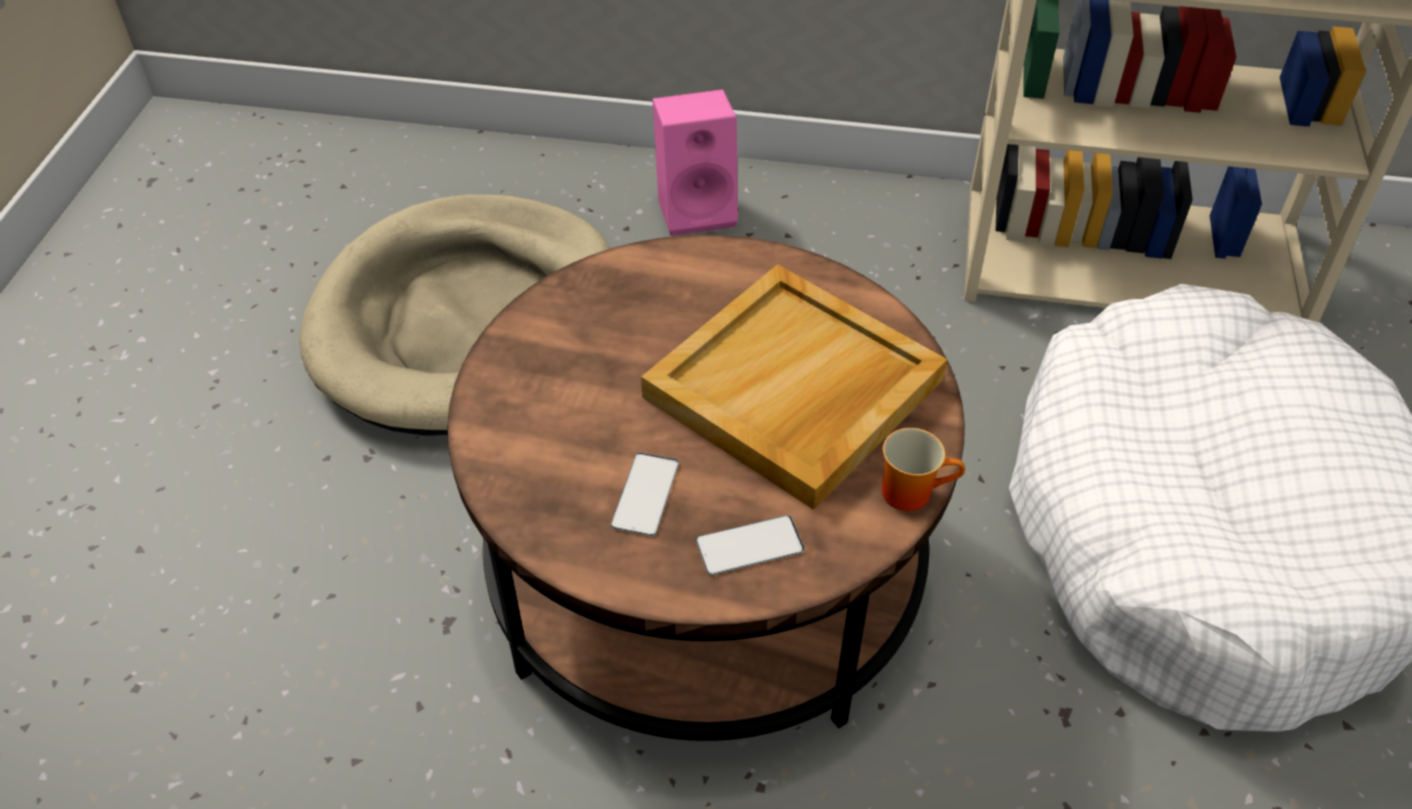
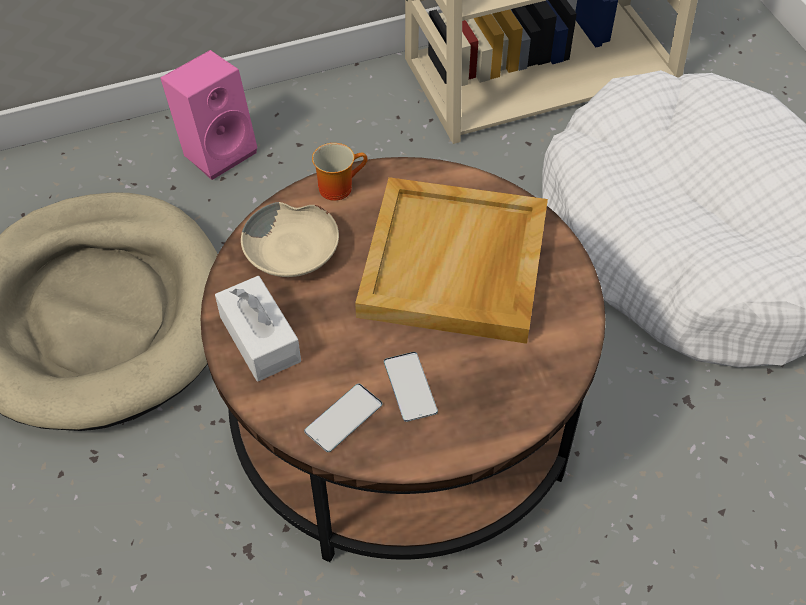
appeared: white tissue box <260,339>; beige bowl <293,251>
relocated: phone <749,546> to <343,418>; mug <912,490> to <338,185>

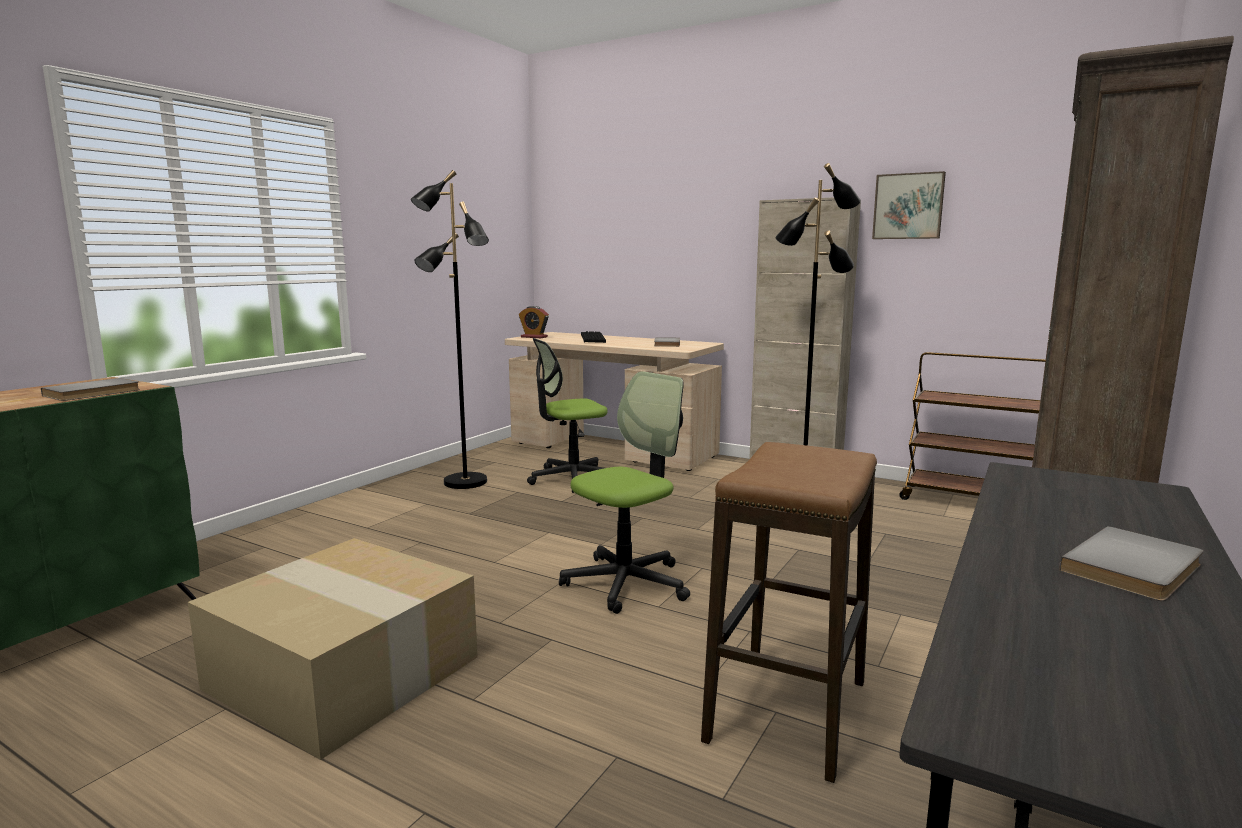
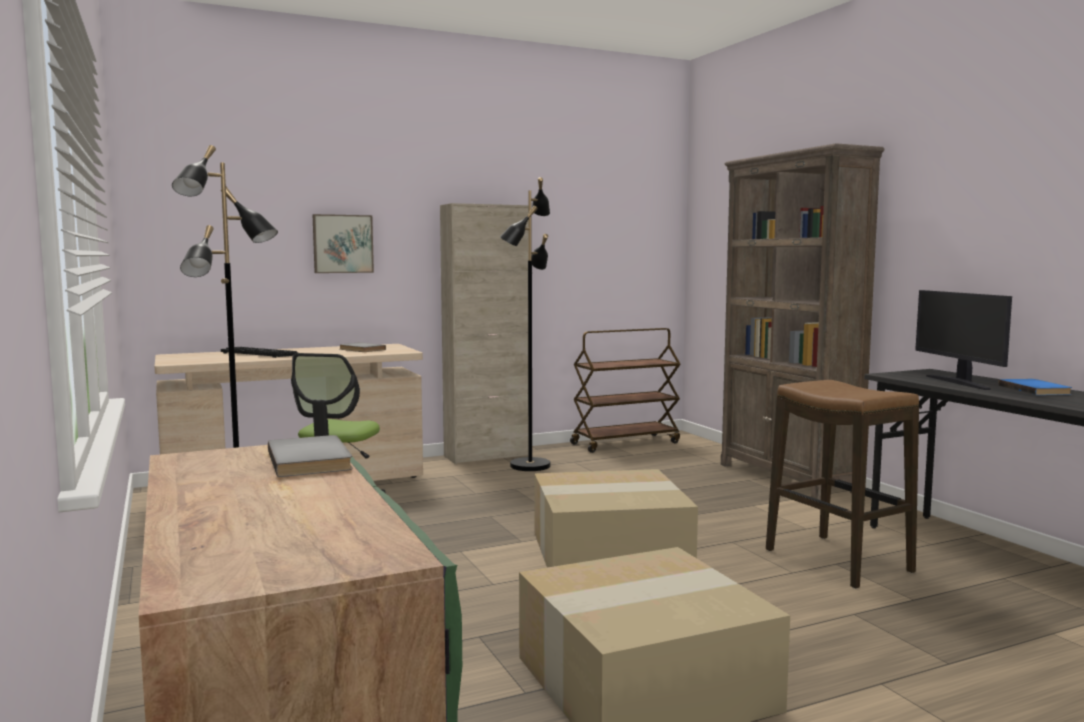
missing: alarm clock <534,337>
appeared: monitor <959,382>
relocated: picture <908,206> to <342,244>
exchanged: office chair <626,583> to cardboard box <611,552>
colour: grey book <1137,569> to blue book <1036,390>

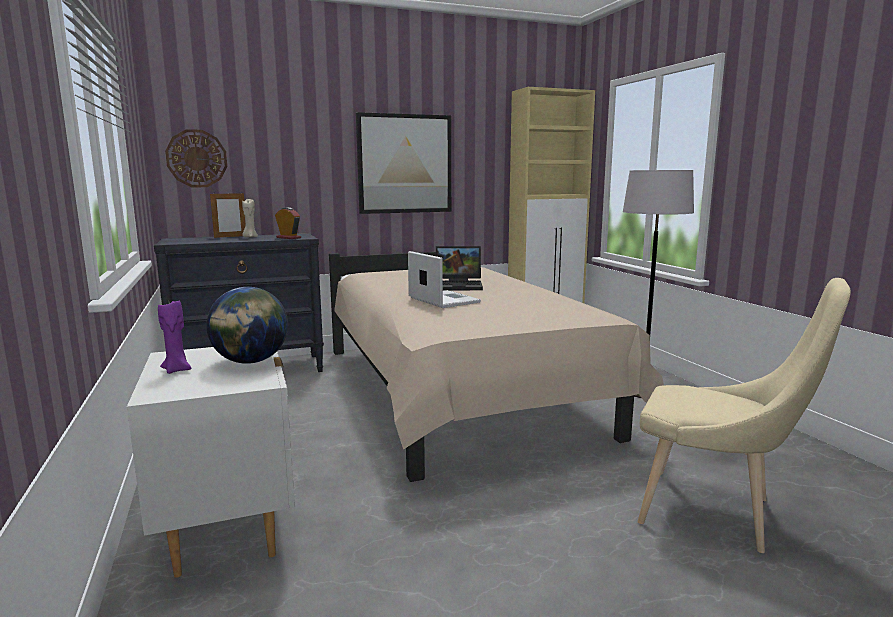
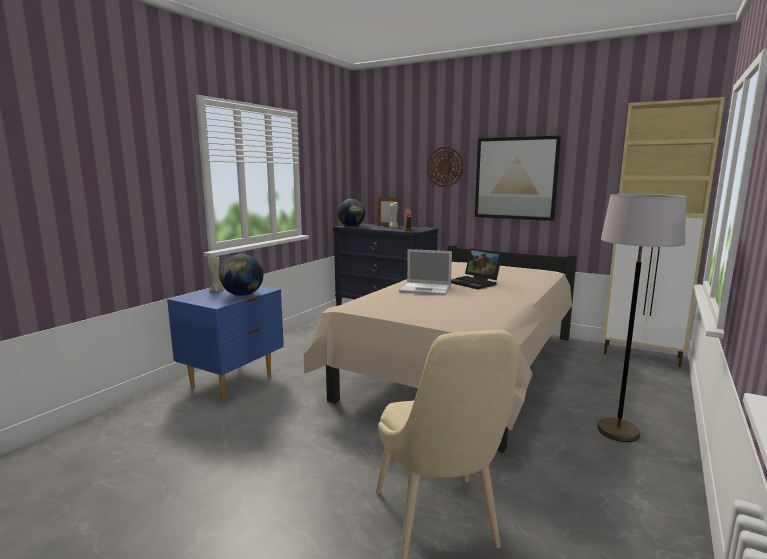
appeared: globe <351,226>
relocated: wall clock <197,158> to <445,167>
colour: white nightstand <228,530> to blue nightstand <233,382>; purple candle <177,370> to beige candle <216,291>
spun: laptop <442,300> = <426,289> 90 degrees clockwise

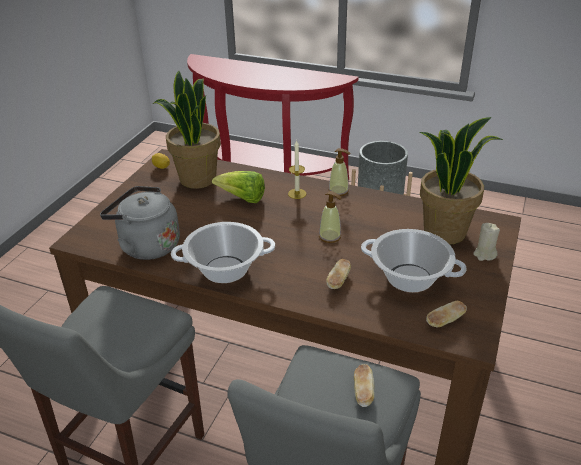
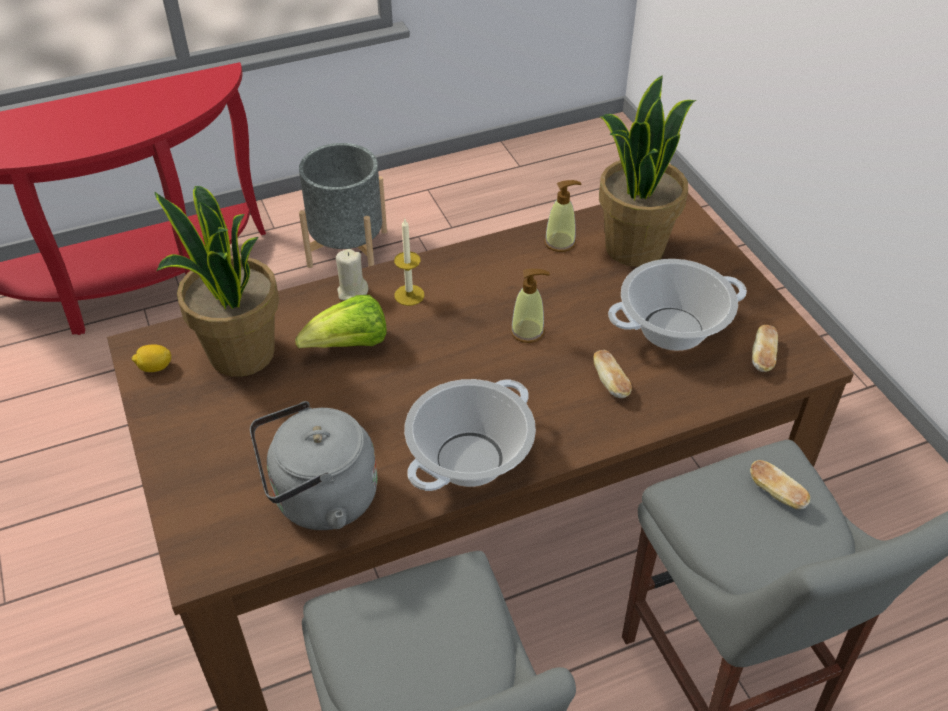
relocated: soap dispenser <338,191> to <560,242>; beige candle <484,254> to <352,292>

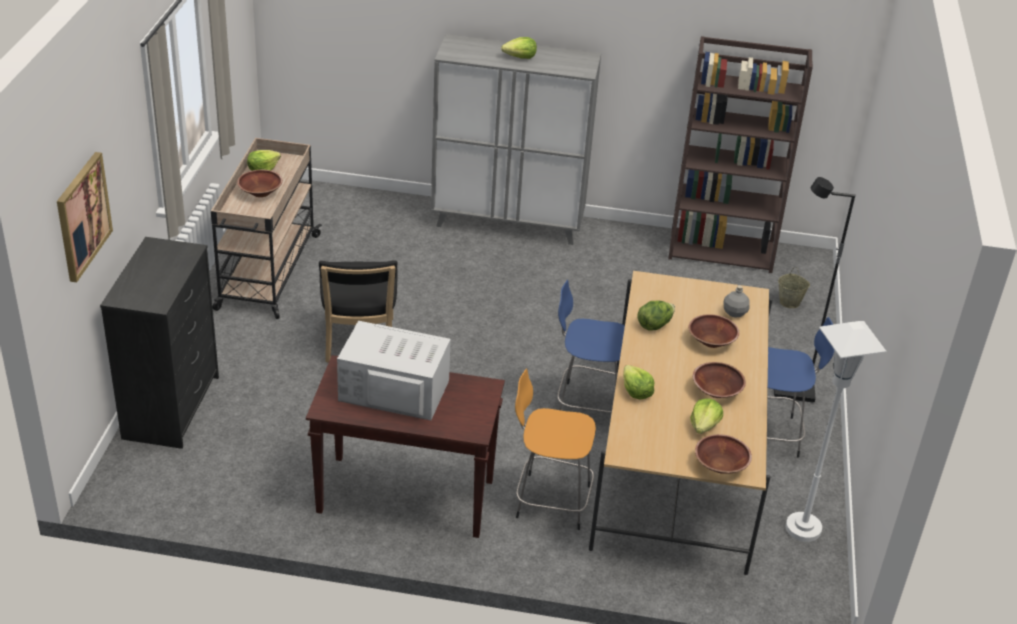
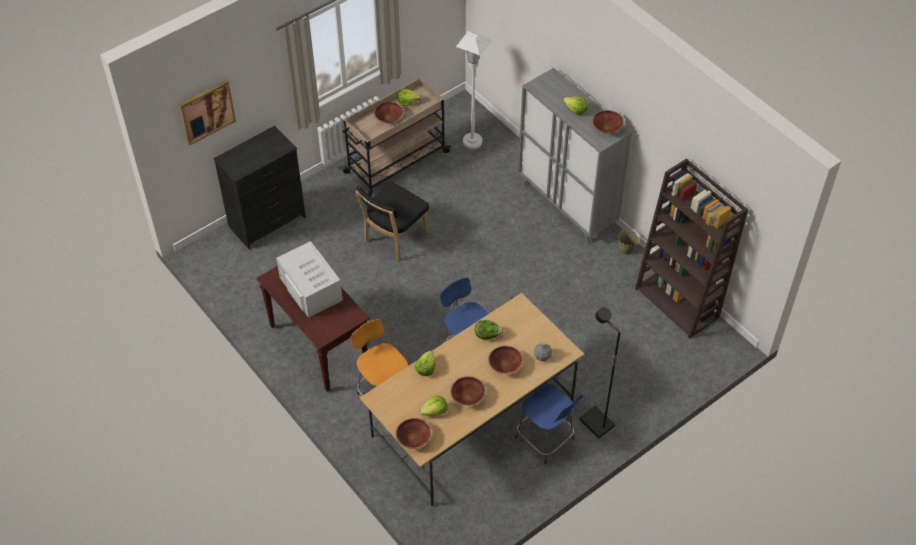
appeared: brown bowl <607,128>
relocated: beige bucket <790,302> to <626,249>; white floor lamp <803,528> to <472,141>

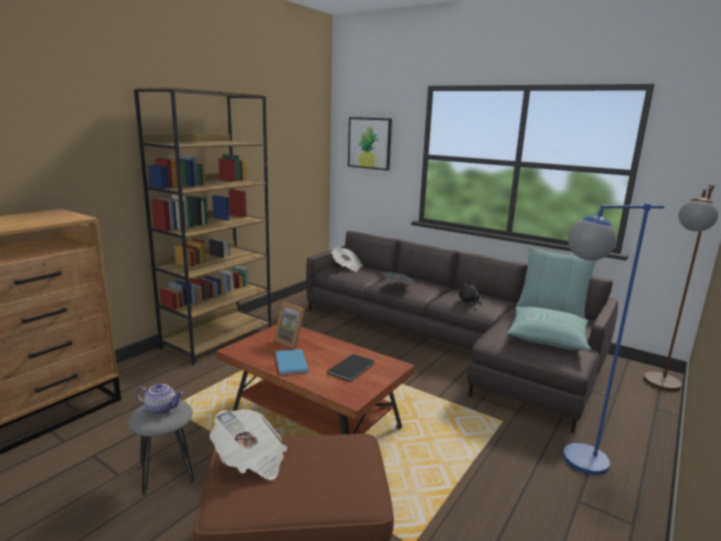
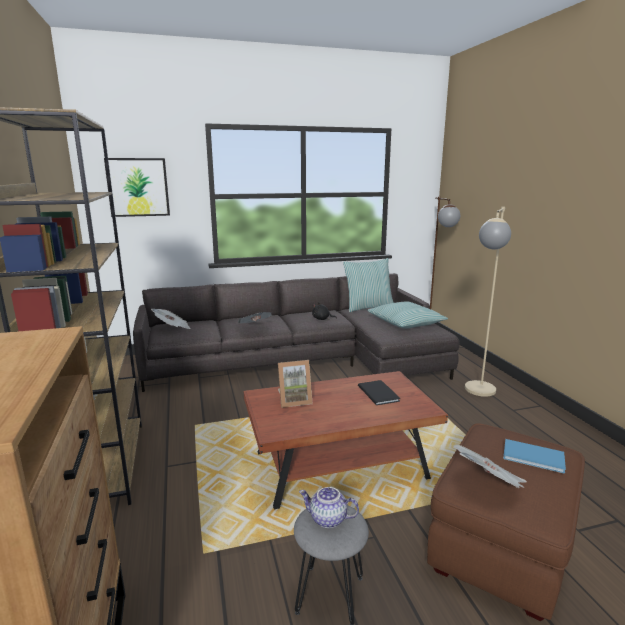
relocated: blue book <290,363> to <535,458>
colour: blue floor lamp <571,462> to beige floor lamp <478,394>
spun: teapot <162,408> = <327,519> 120 degrees counterclockwise

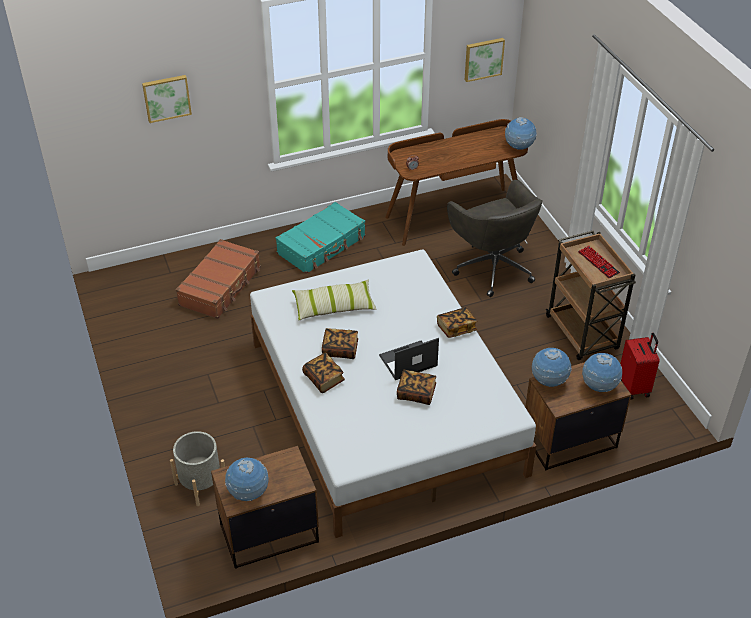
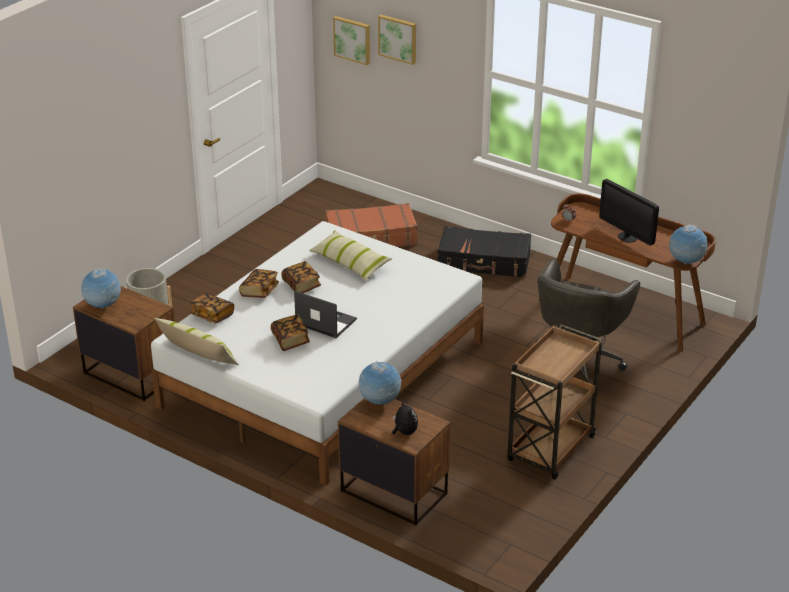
missing: keyboard <598,263>; red suitcase <634,387>
appeared: pillow <198,355>; monitor <627,237>
relocated: book <456,328> to <212,315>; picture <483,58> to <353,39>
exchanged: globe <599,387> to plush toy <404,432>
colour: turquoise suitcase <322,245> to black suitcase <484,262>

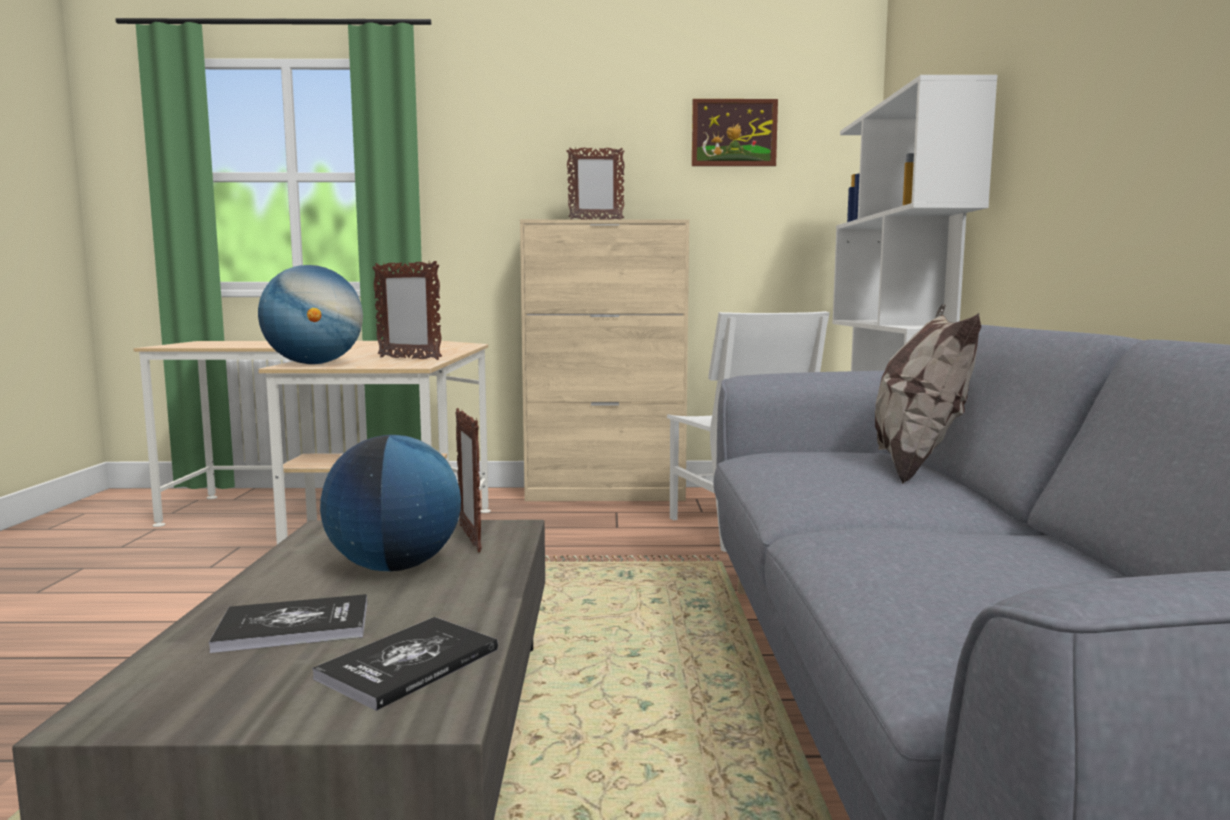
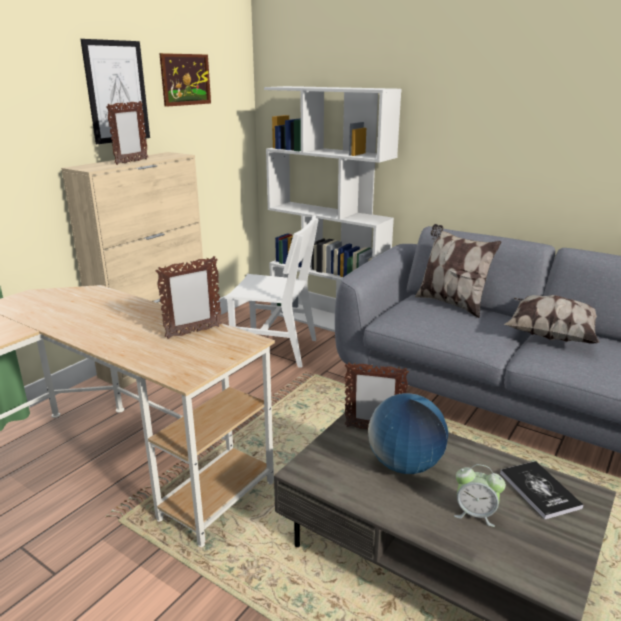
missing: globe <314,364>
appeared: picture <117,92>; pillow <549,335>
exchanged: book <294,626> to alarm clock <475,514>

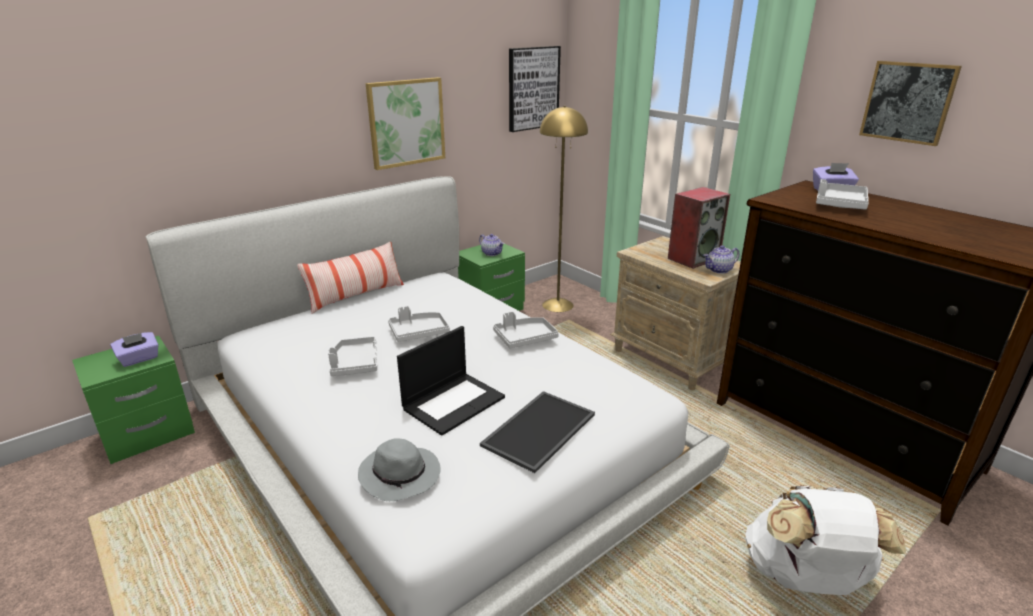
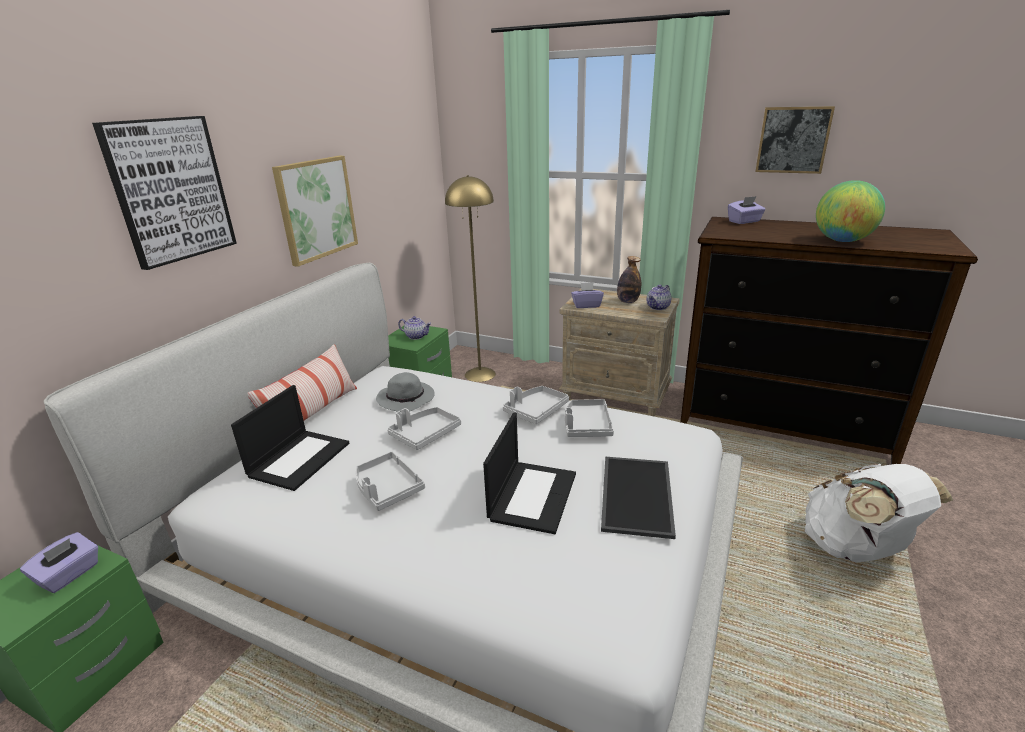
appeared: laptop <299,458>; purple tissue box <586,305>; globe <842,241>
relocated: grey hat <401,476> to <407,399>; picture <533,88> to <170,190>; grey tray <839,204> to <586,426>
exchanged: speaker <693,258> to bottle <627,301>

